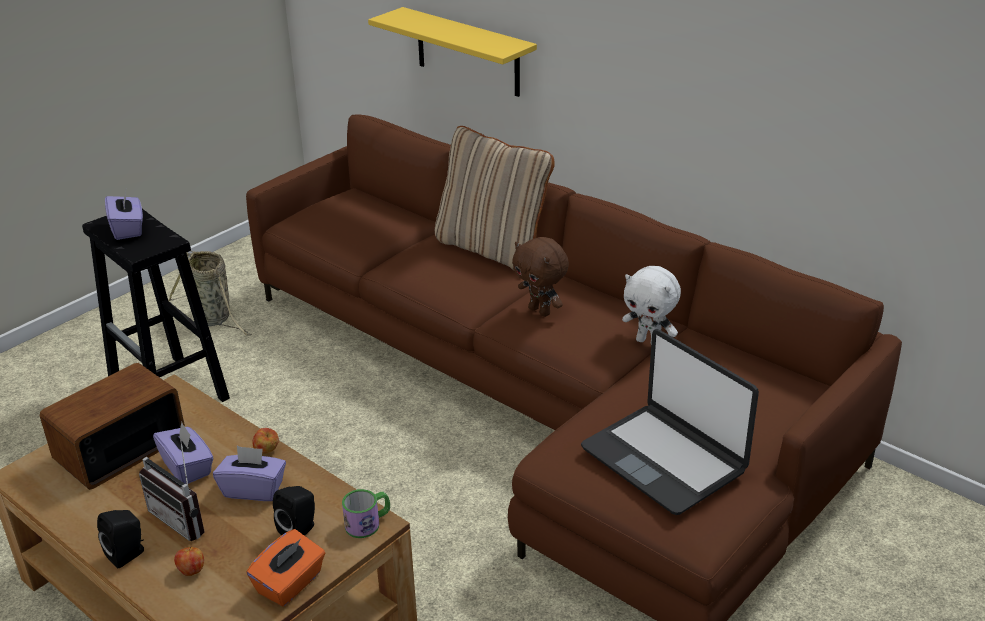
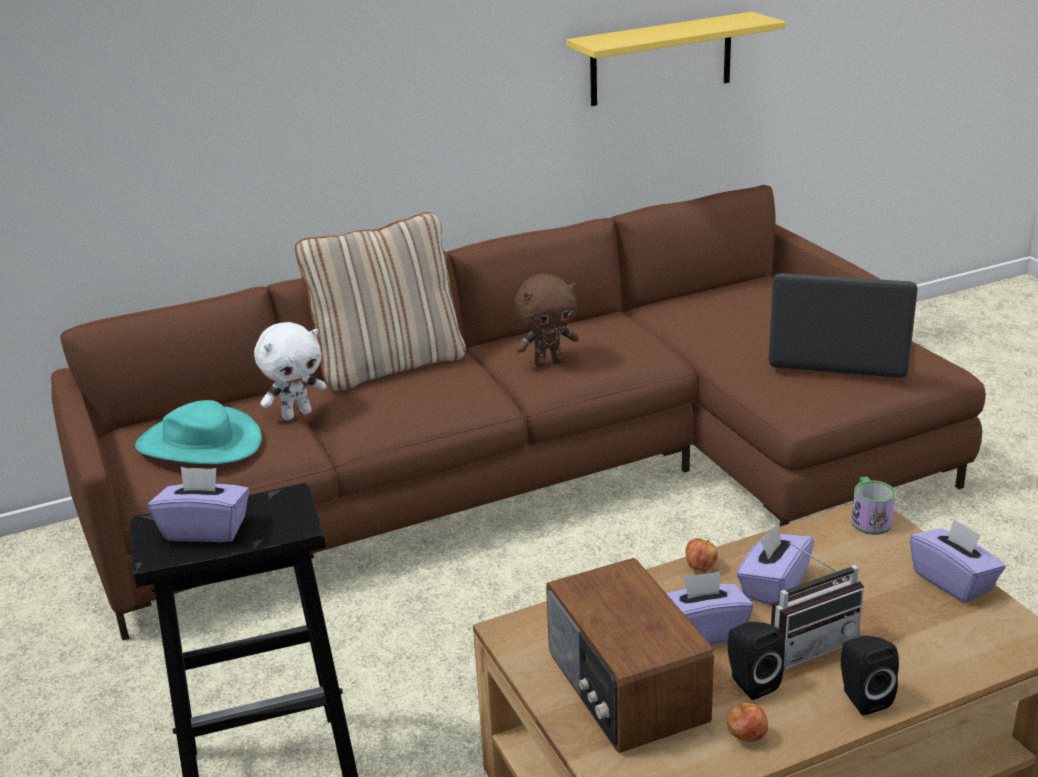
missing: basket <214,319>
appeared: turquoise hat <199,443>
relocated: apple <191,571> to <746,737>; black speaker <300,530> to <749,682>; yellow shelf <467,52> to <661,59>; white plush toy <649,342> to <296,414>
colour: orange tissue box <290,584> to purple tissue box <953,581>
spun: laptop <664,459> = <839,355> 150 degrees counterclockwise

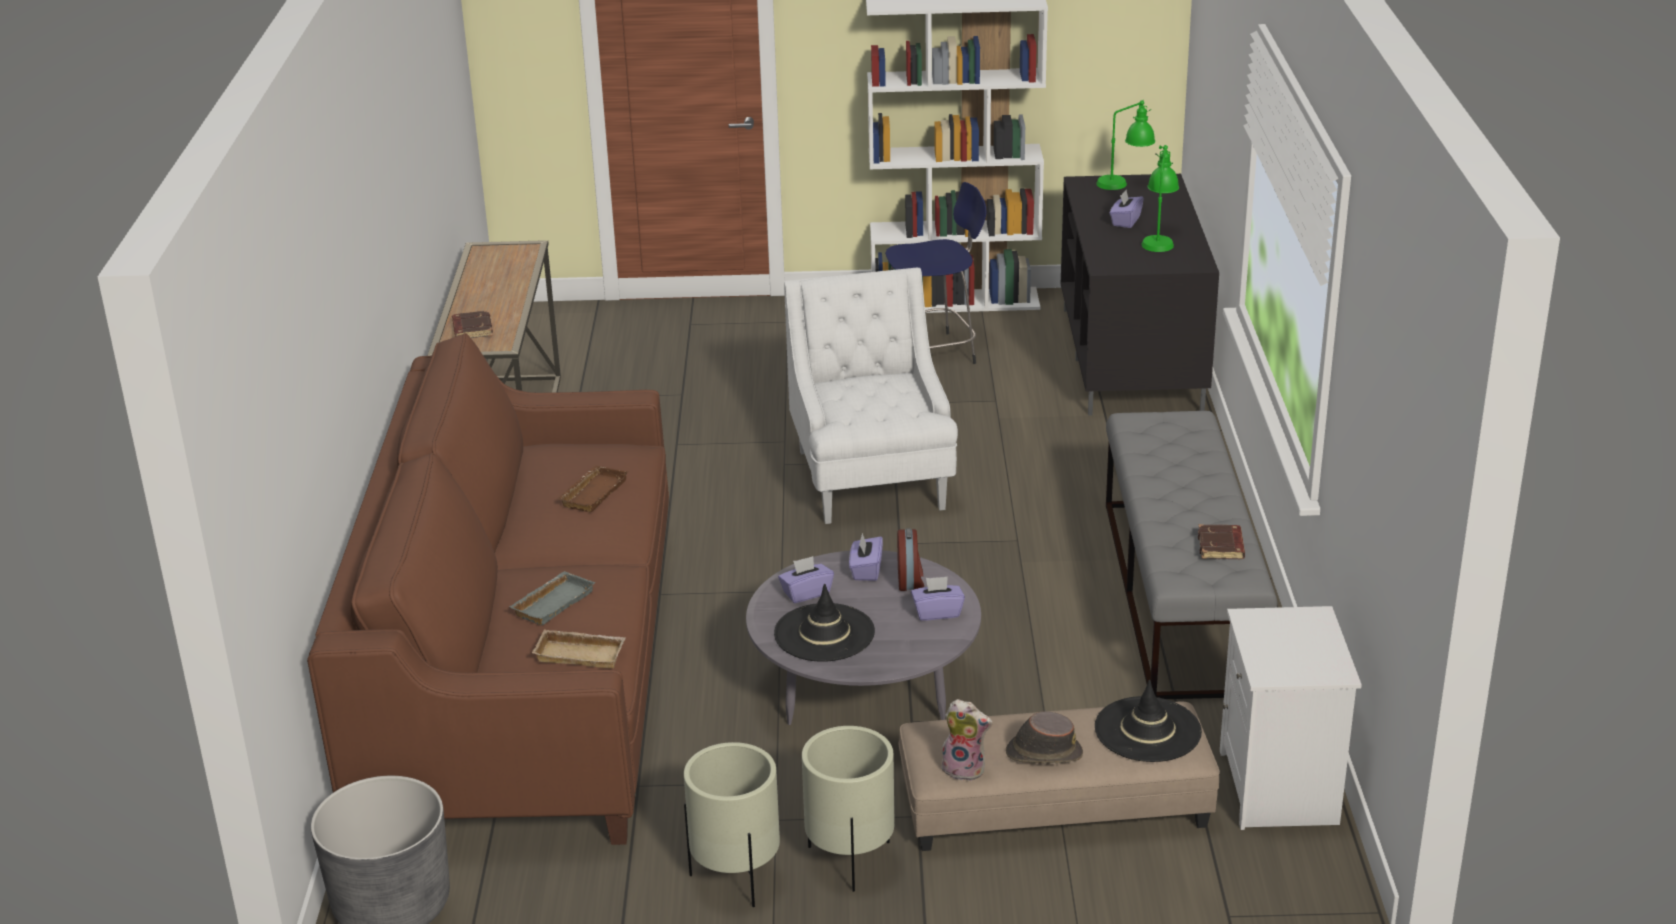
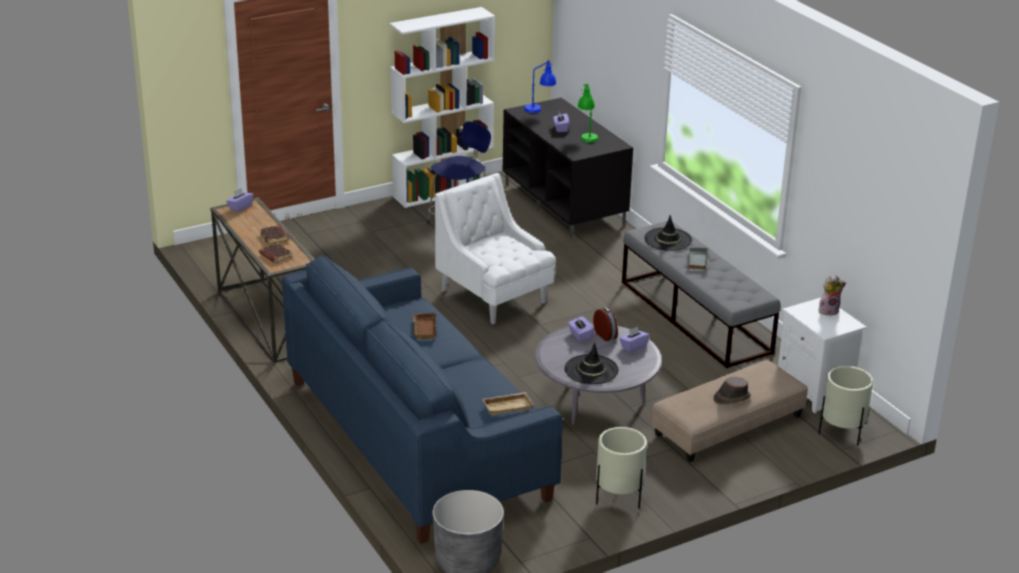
relocated: grey tray <552,602> to <696,260>; purple tissue box <806,593> to <240,207>; beige planter <850,859> to <841,433>; plush toy <965,769> to <829,311>; black hat <1148,730> to <668,239>; brown book <1221,547> to <275,237>
colour: brown sofa <525,676> to blue sofa <416,438>; green table lamp <1125,185> to blue table lamp <540,108>

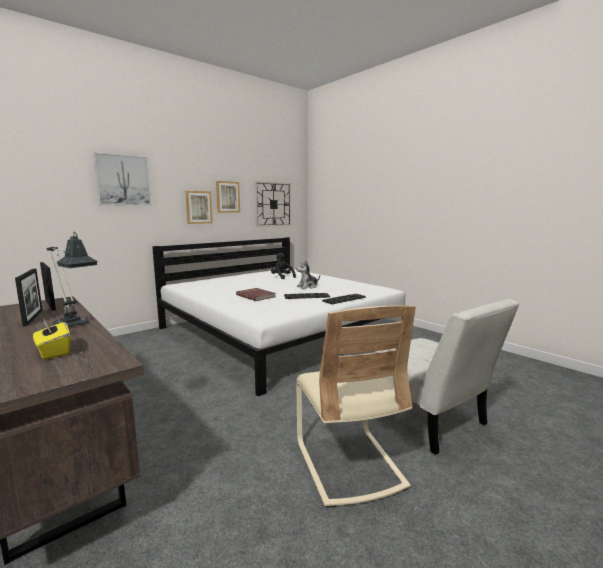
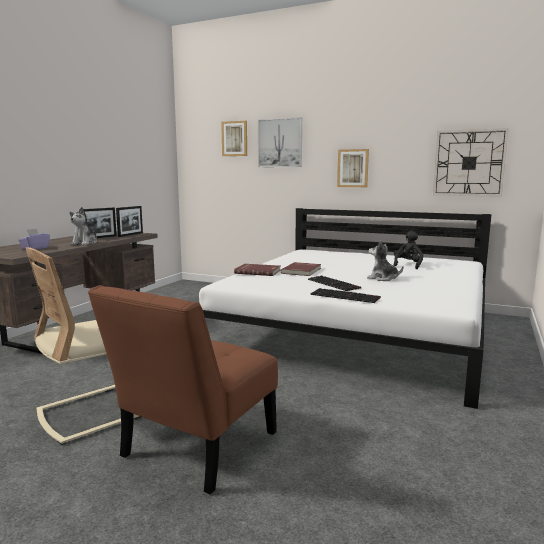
appeared: red book <258,271>
relocated: picture <227,197> to <234,138>
exchanged: table lamp <74,325> to plush toy <85,243>
colour: yellow tissue box <53,352> to purple tissue box <35,248>; white chair <430,421> to brown chair <194,449>

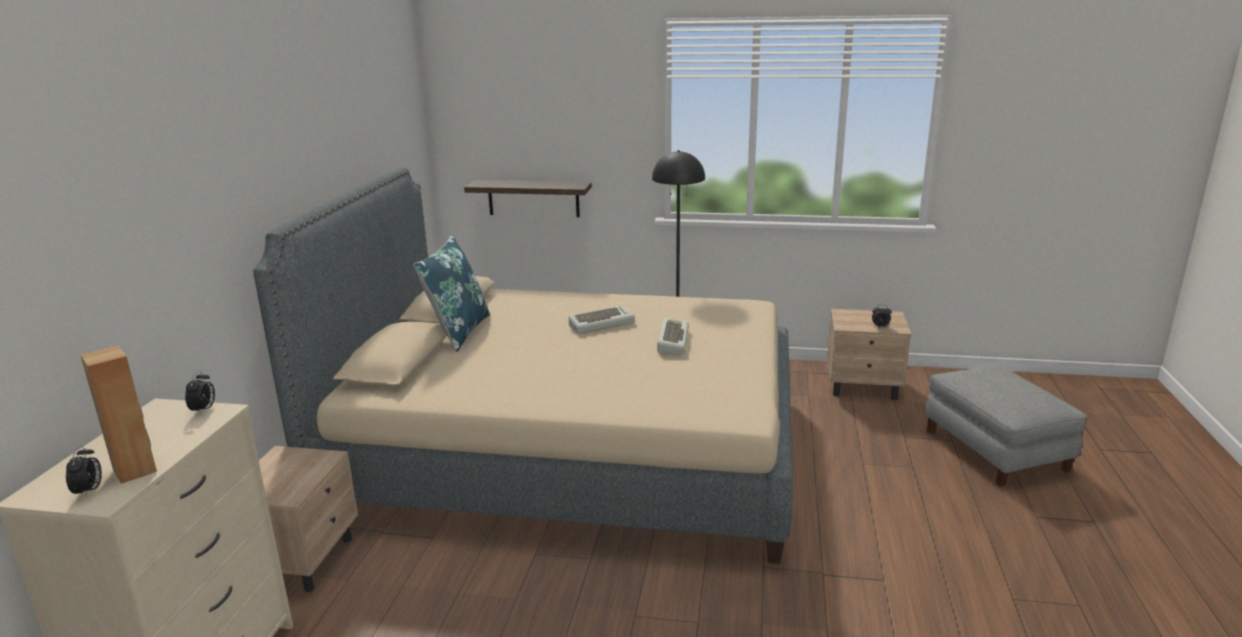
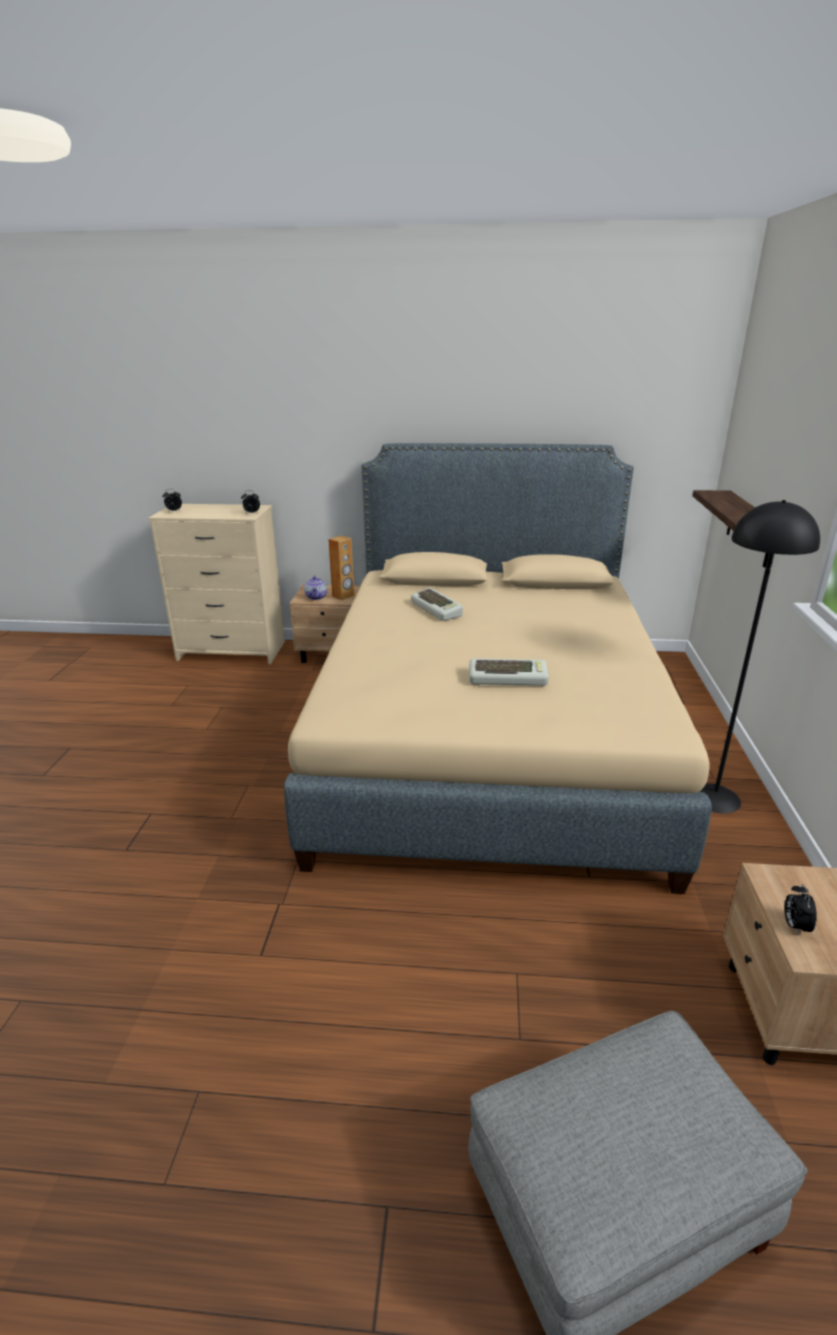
missing: blue pillow <458,332>
appeared: teapot <316,597>
relocated: brown speaker <135,470> to <343,596>; keyboard <602,324> to <437,609>

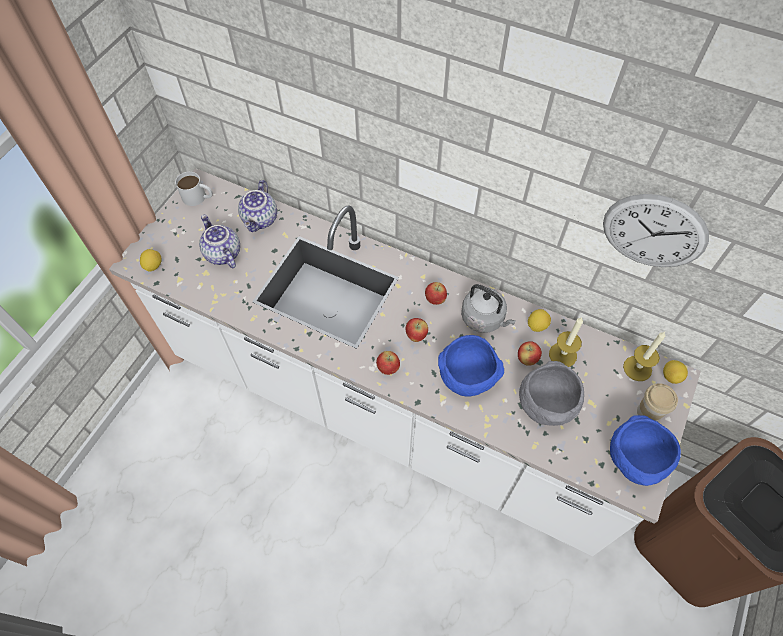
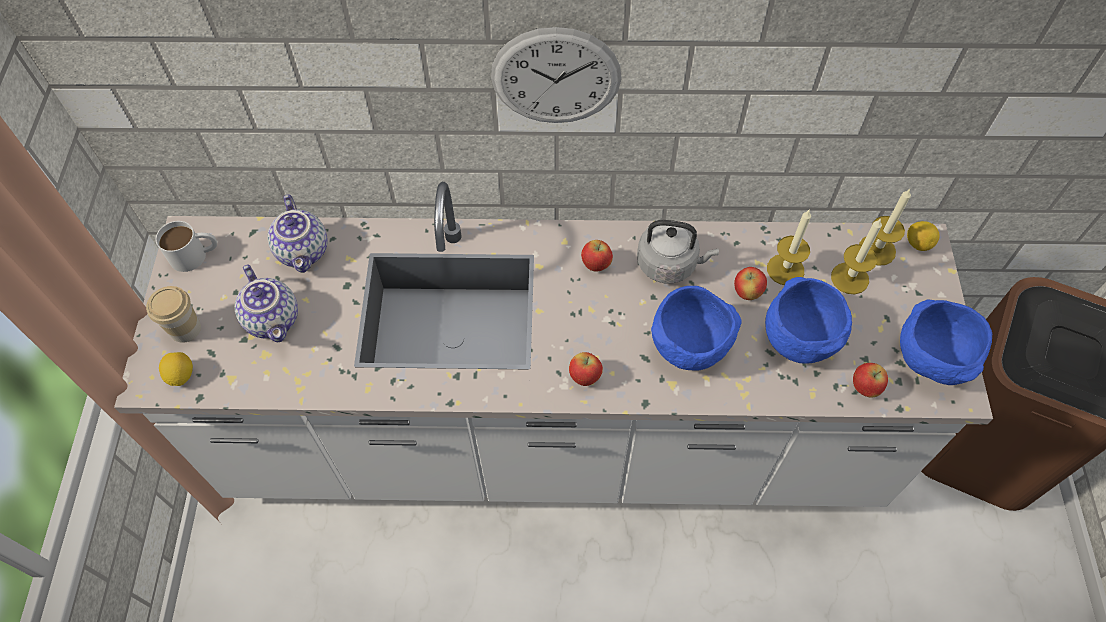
missing: lemon <537,325>
appeared: candle <849,278>
relocated: apple <416,335> to <864,388>; wall clock <654,231> to <556,77>; cup <648,412> to <185,329>
colour: grey bowl <545,404> to blue bowl <797,338>
spun: teapot <222,254> = <274,319> 150 degrees counterclockwise

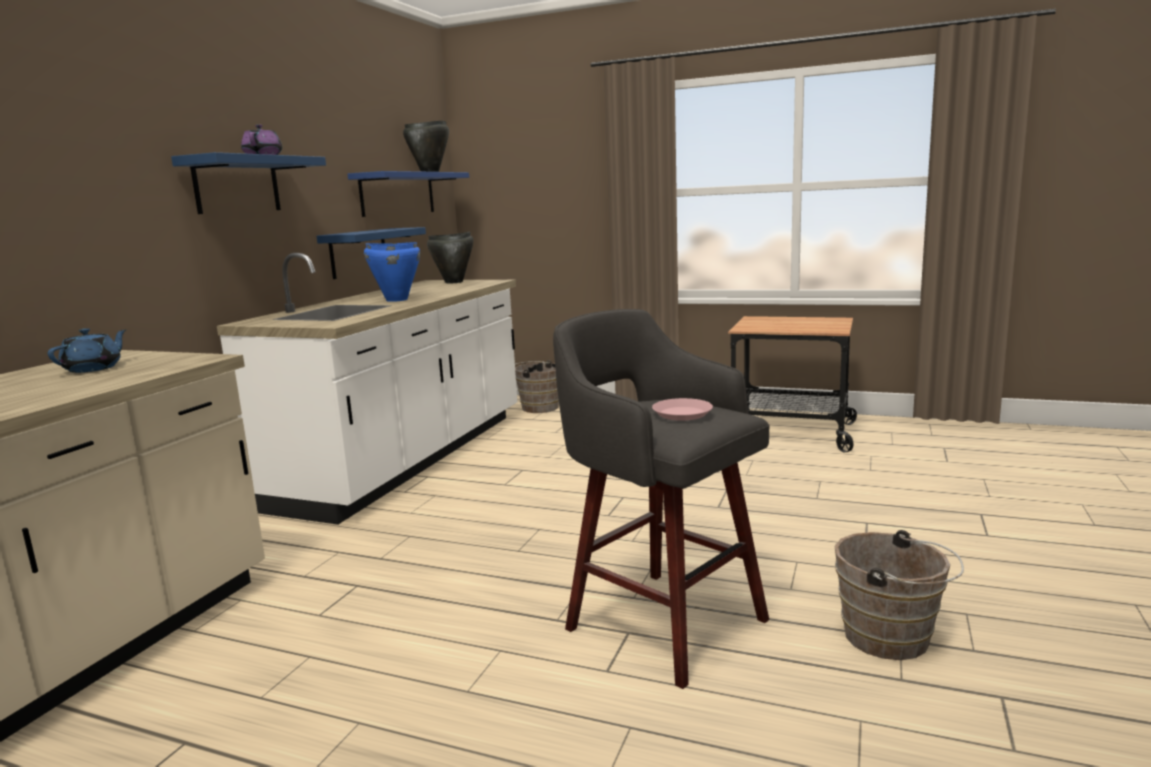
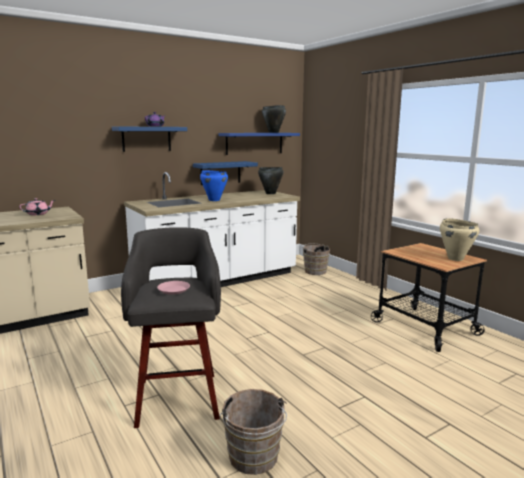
appeared: beige cooking pot <455,258>
colour: blue teapot <94,368> to pink teapot <38,214>

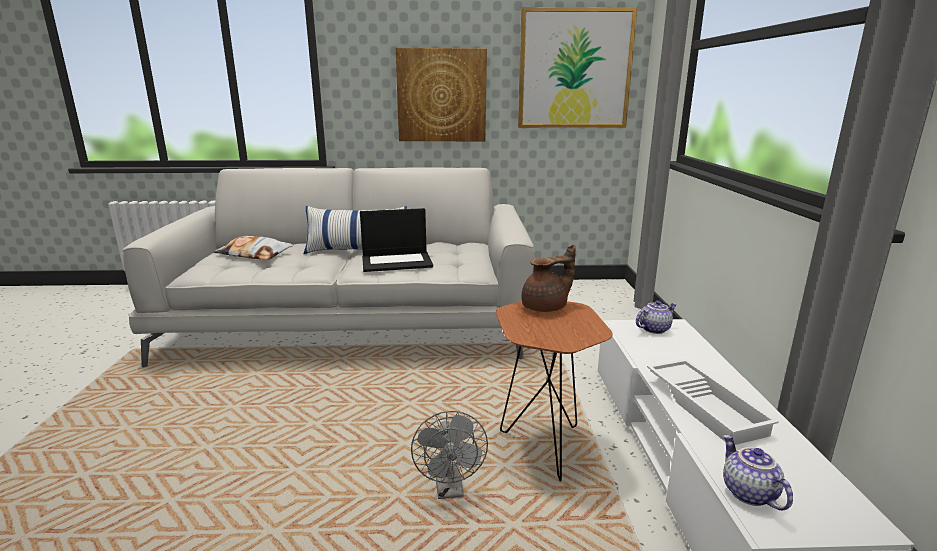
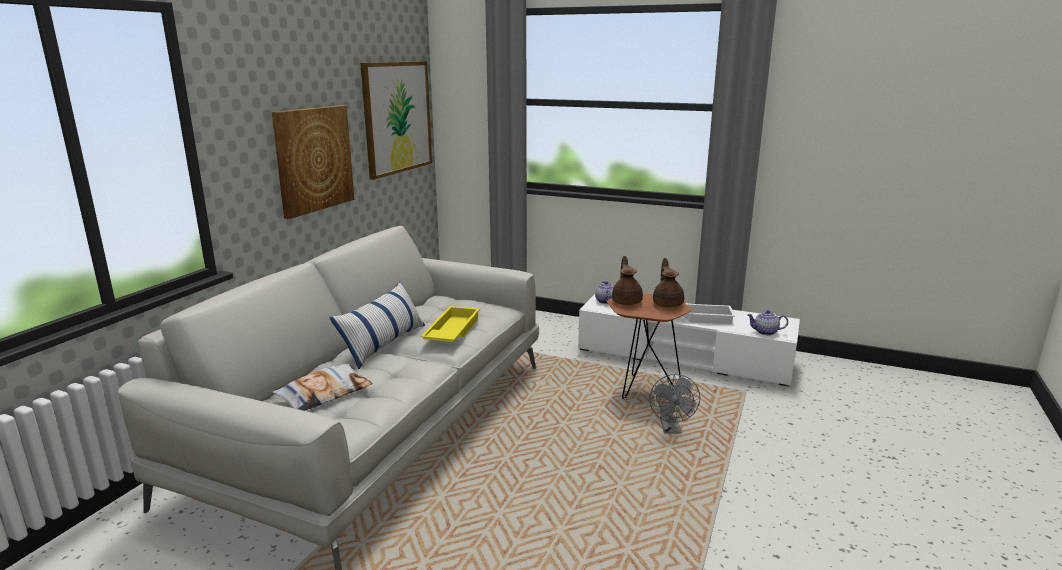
appeared: brown teapot <667,304>
exchanged: laptop <397,261> to yellow tray <451,331>
spun: grey fan <450,489> = <671,429> 75 degrees clockwise

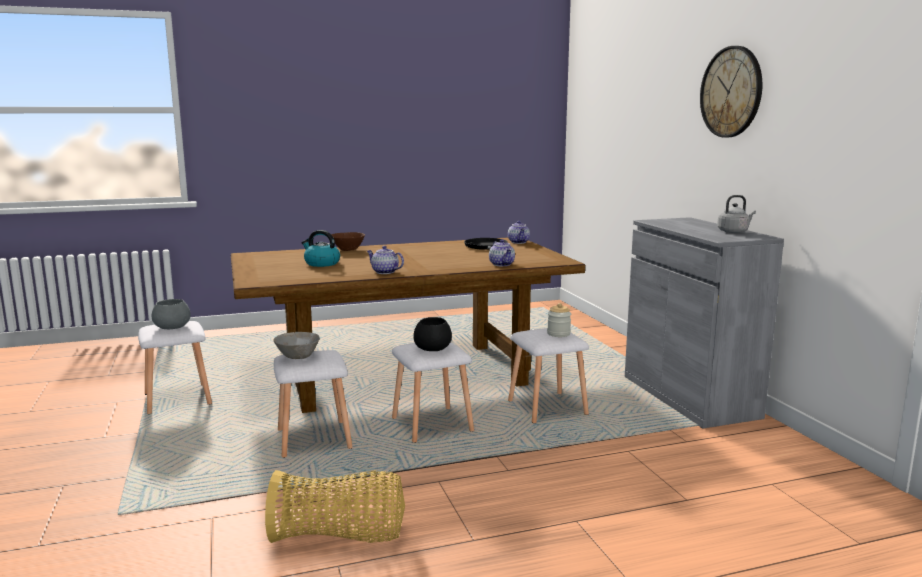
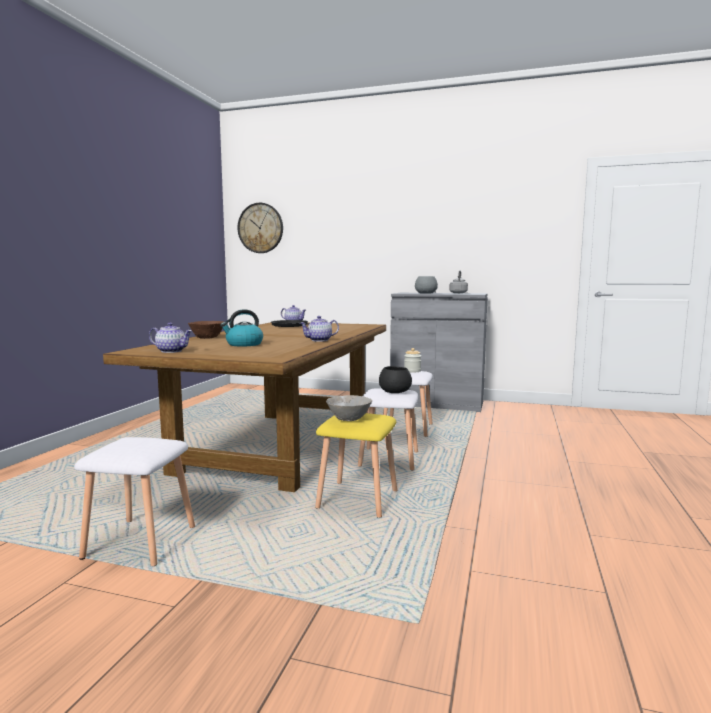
missing: basket <340,537>
relocated: grey bowl <173,327> to <426,293>; teapot <502,264> to <172,351>; wall clock <731,92> to <260,228>
colour: white stool <312,439> to yellow stool <358,500>

